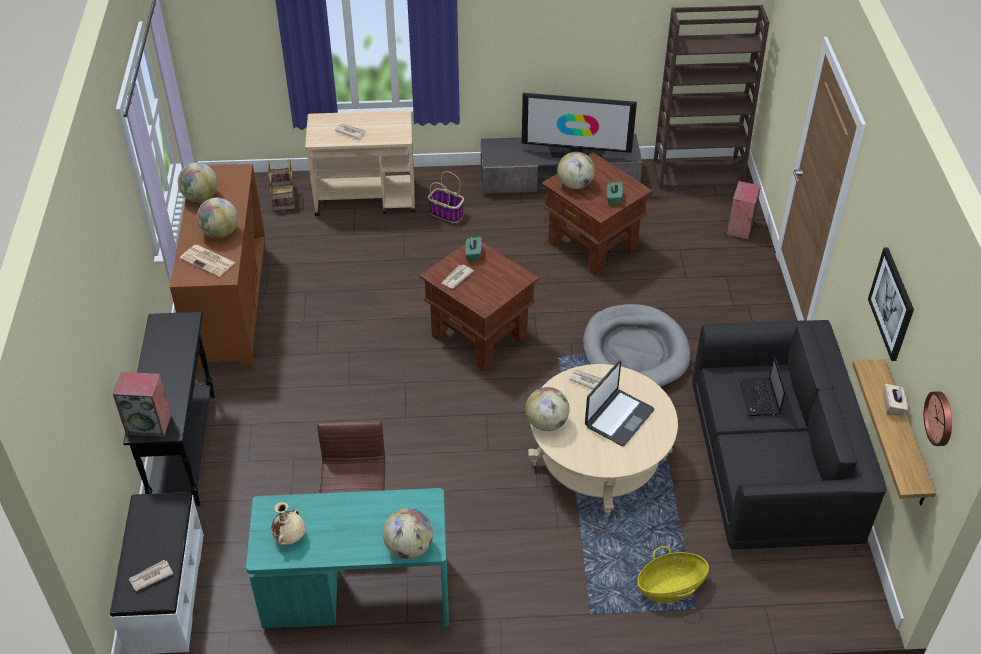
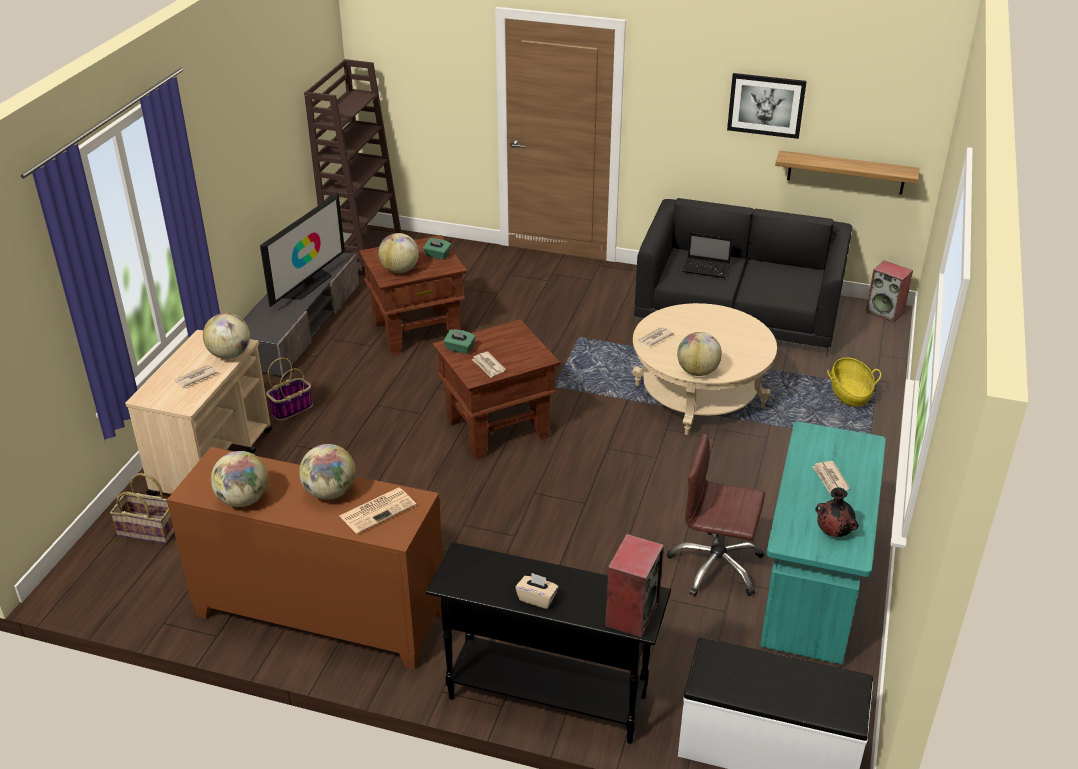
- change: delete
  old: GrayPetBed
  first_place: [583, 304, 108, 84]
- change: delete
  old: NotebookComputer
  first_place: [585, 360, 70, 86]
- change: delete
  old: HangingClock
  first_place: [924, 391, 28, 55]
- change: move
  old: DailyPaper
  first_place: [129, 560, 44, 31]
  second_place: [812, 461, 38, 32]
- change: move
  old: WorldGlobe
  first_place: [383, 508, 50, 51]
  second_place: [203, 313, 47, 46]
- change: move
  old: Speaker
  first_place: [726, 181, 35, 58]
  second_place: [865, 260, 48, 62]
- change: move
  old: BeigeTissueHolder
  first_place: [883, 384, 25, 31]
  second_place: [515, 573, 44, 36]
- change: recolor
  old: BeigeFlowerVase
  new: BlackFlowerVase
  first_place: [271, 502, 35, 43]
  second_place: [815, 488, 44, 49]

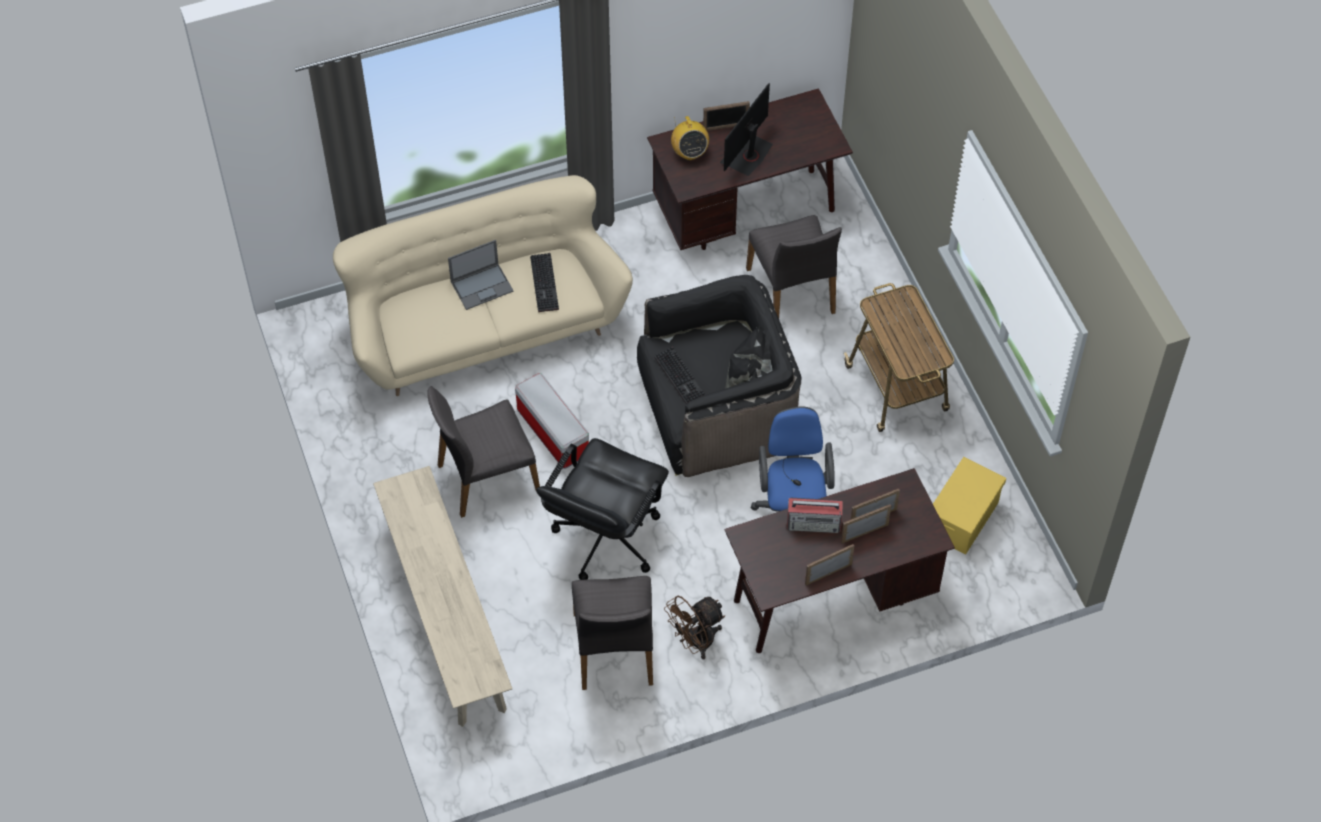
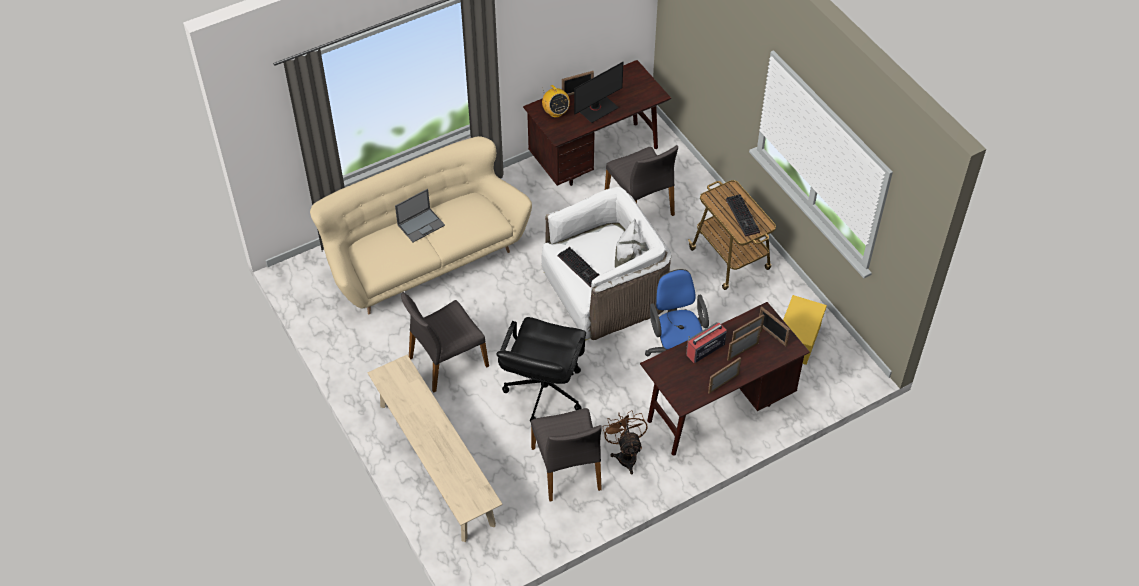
- change: delete
  old: StorageBox
  first_place: [515, 373, 74, 96]
- change: insert
  new: StandingFrame
  second_place: [759, 306, 31, 40]
- change: move
  old: ComputerKeyboard
  first_place: [530, 253, 29, 59]
  second_place: [726, 194, 34, 43]
- change: recolor
  old: BlackEasyChair
  new: WhitishEasyChair
  first_place: [637, 275, 164, 202]
  second_place: [542, 187, 129, 154]
- change: rotate
  old: BrownColouredFan
  first_place: [664, 595, 61, 64]
  second_place: [603, 410, 45, 64]
  degrees: 120
- change: rotate
  old: ComputerScreen
  first_place: [720, 83, 53, 93]
  second_place: [574, 62, 49, 61]
  degrees: -150
- change: rotate
  old: RadioSet
  first_place: [787, 498, 56, 35]
  second_place: [686, 322, 41, 41]
  degrees: 150

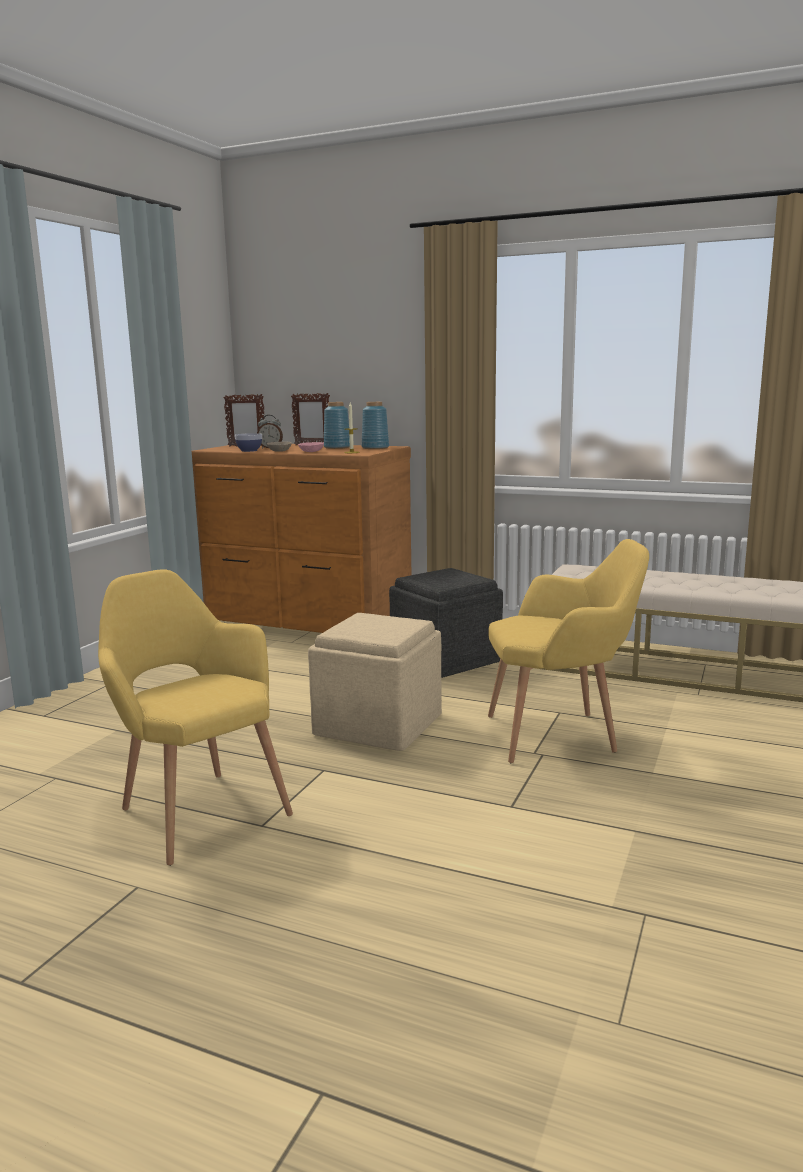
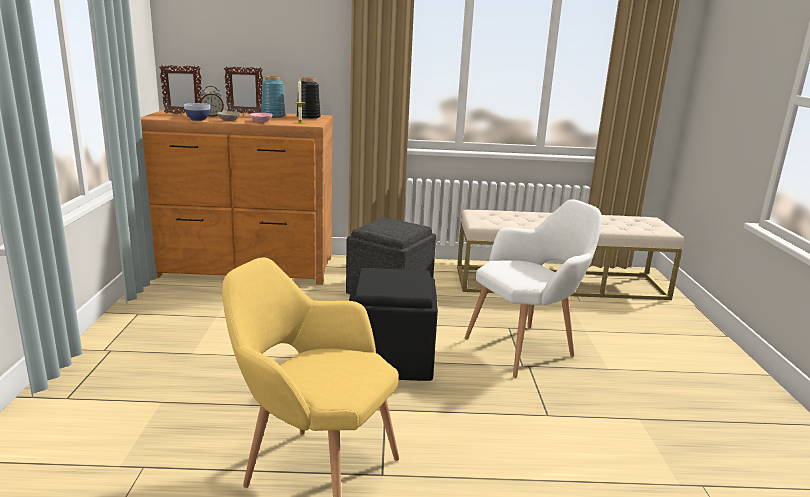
- change: recolor
  old: BeigePouffe
  new: BlackPouffe
  first_place: [308, 613, 134, 138]
  second_place: [349, 268, 89, 113]
- change: recolor
  old: BlueFlowerVase
  new: BlackFlowerVase
  first_place: [362, 402, 27, 47]
  second_place: [297, 77, 24, 42]
- change: recolor
  old: YellowishEasyChair
  new: WhitishEasyChair
  first_place: [488, 539, 161, 224]
  second_place: [465, 199, 137, 179]

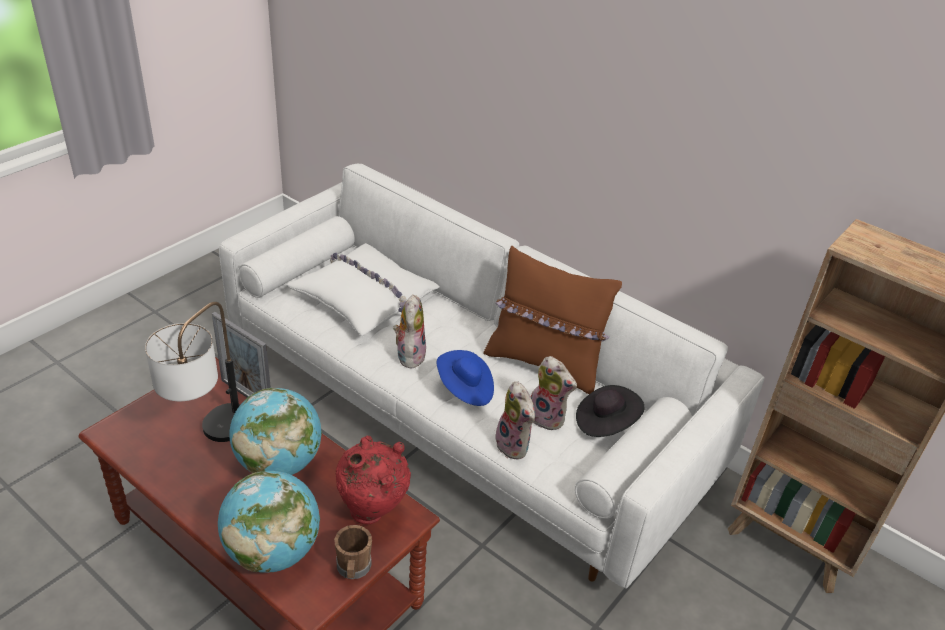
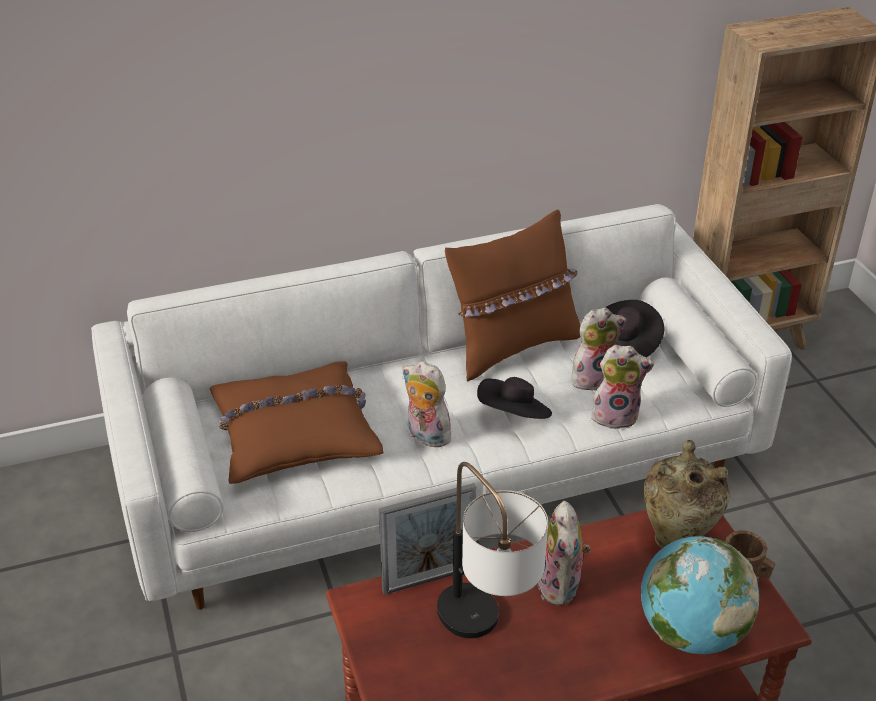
- change: replace
  old: WorldGlobe
  new: SoftToy
  first_place: [229, 388, 93, 87]
  second_place: [537, 501, 54, 105]
- change: recolor
  old: WhitishCushion
  new: BrownColouredCushion
  first_place: [287, 243, 153, 93]
  second_place: [210, 361, 173, 123]
- change: recolor
  old: RedFlowerVase
  new: BeigeFlowerVase
  first_place: [336, 435, 75, 89]
  second_place: [644, 440, 85, 108]
- change: recolor
  old: BlueHat
  new: BlackHat
  first_place: [437, 350, 57, 56]
  second_place: [477, 377, 75, 42]

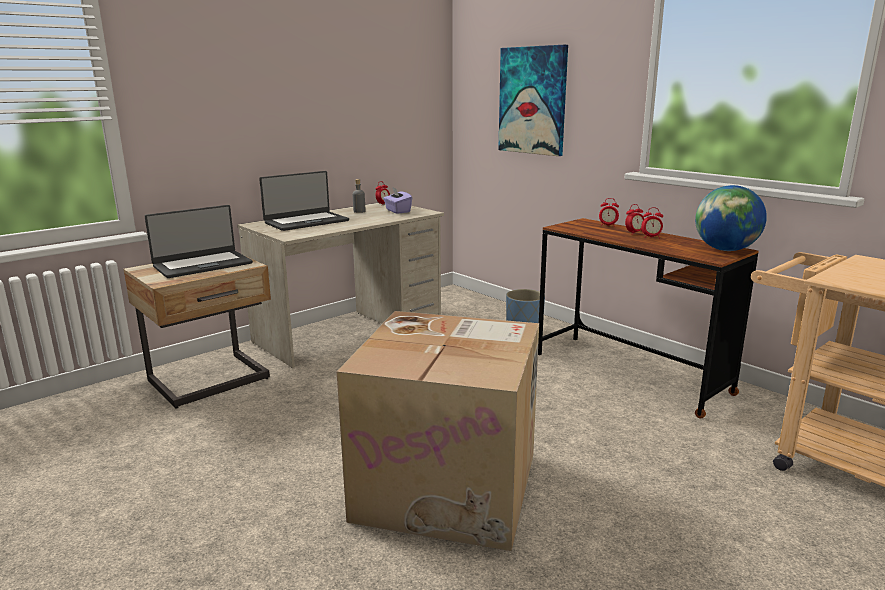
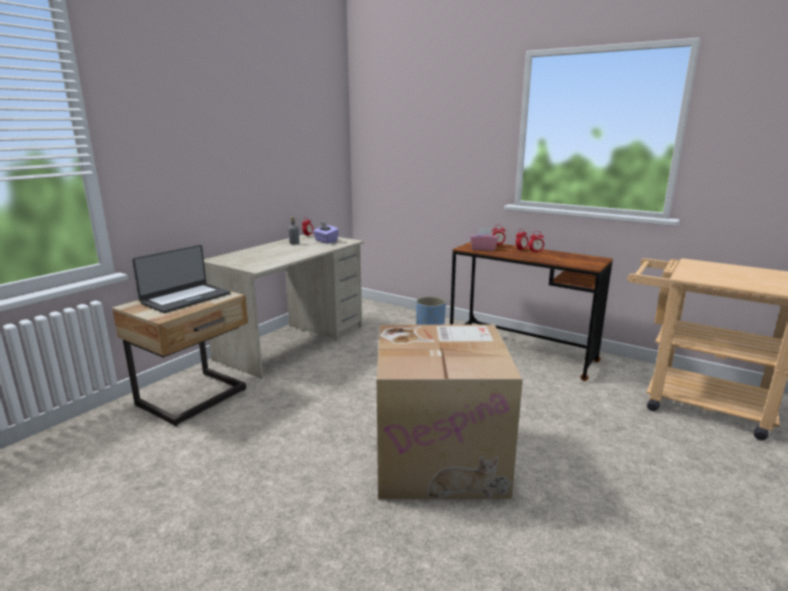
- change: delete
  old: NotebookComputer
  first_place: [259, 171, 90, 60]
- change: delete
  old: Picture
  first_place: [498, 45, 70, 111]
- change: delete
  old: WorldGlobe
  first_place: [695, 185, 72, 66]
- change: insert
  new: PinkTissueHolder
  second_place: [470, 228, 28, 23]

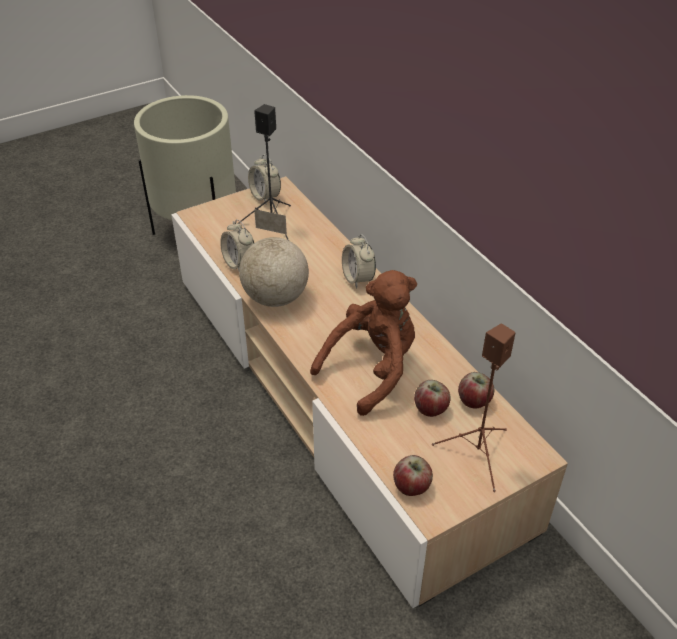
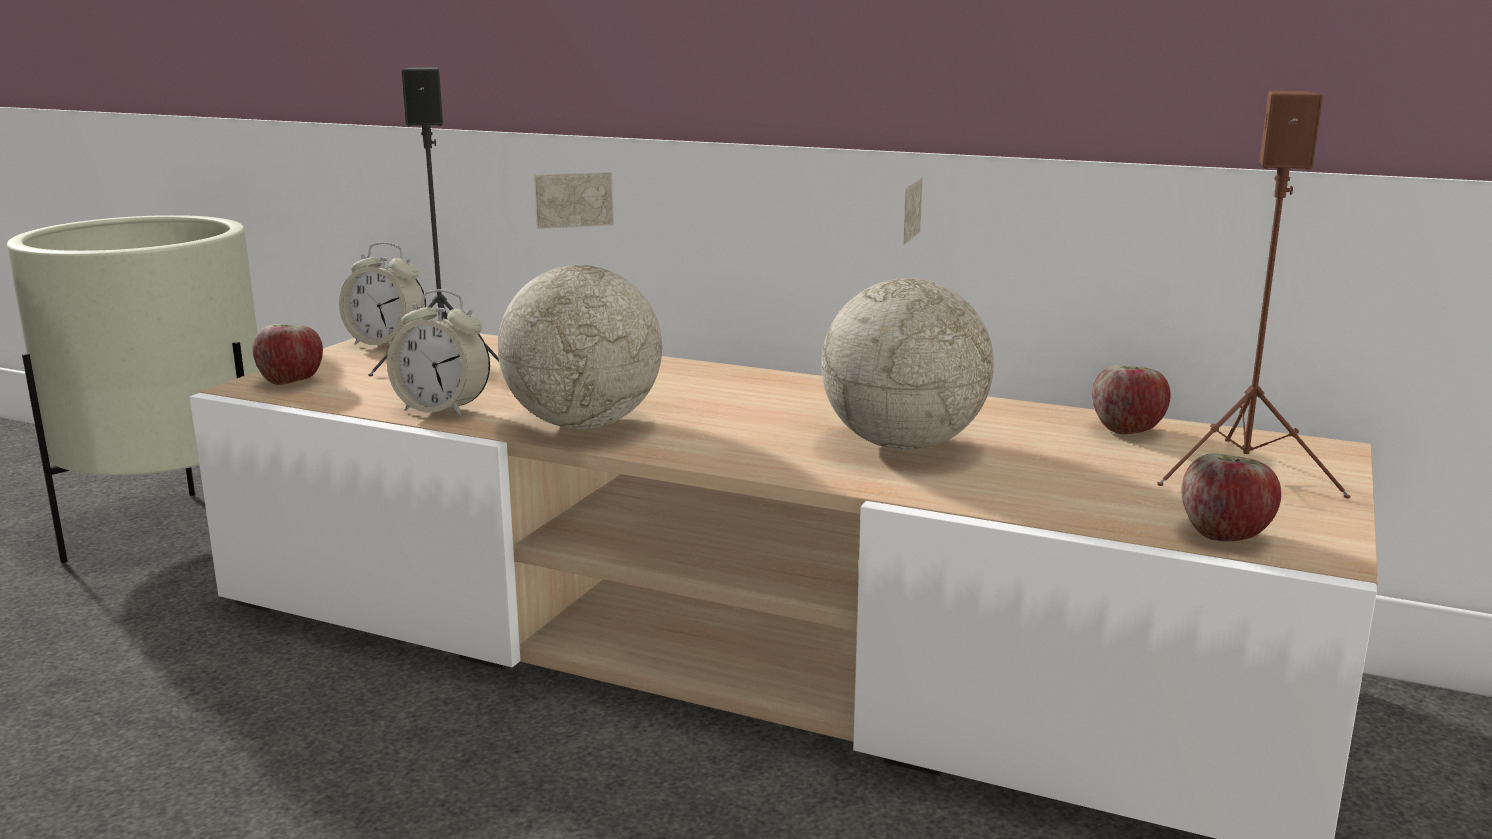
- change: delete
  old: BedsideClock
  first_place: [342, 234, 34, 55]
- change: move
  old: AppleFruit
  first_place: [414, 380, 37, 37]
  second_place: [253, 324, 70, 61]
- change: replace
  old: BrownColouredSoftToy
  new: WorldGlobe
  first_place: [310, 270, 107, 146]
  second_place: [821, 177, 173, 273]

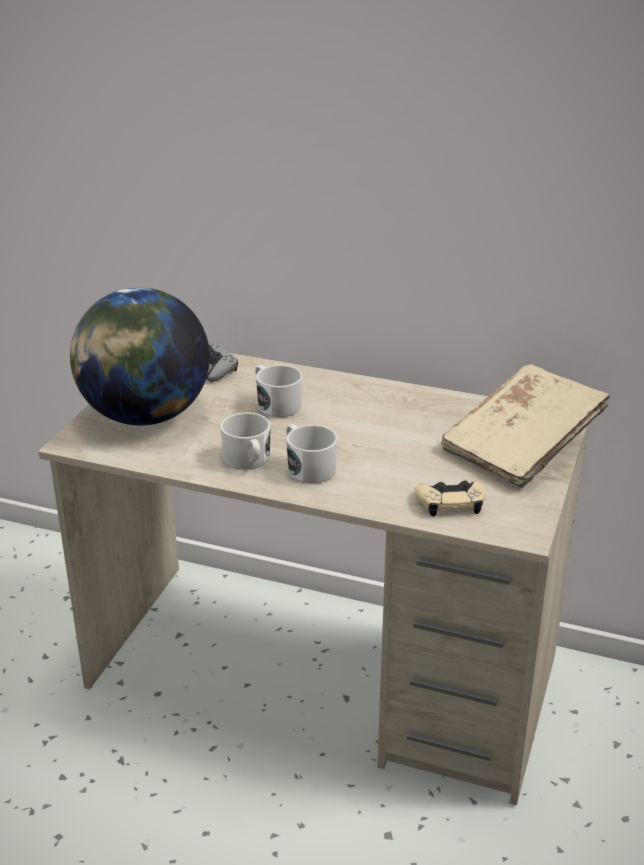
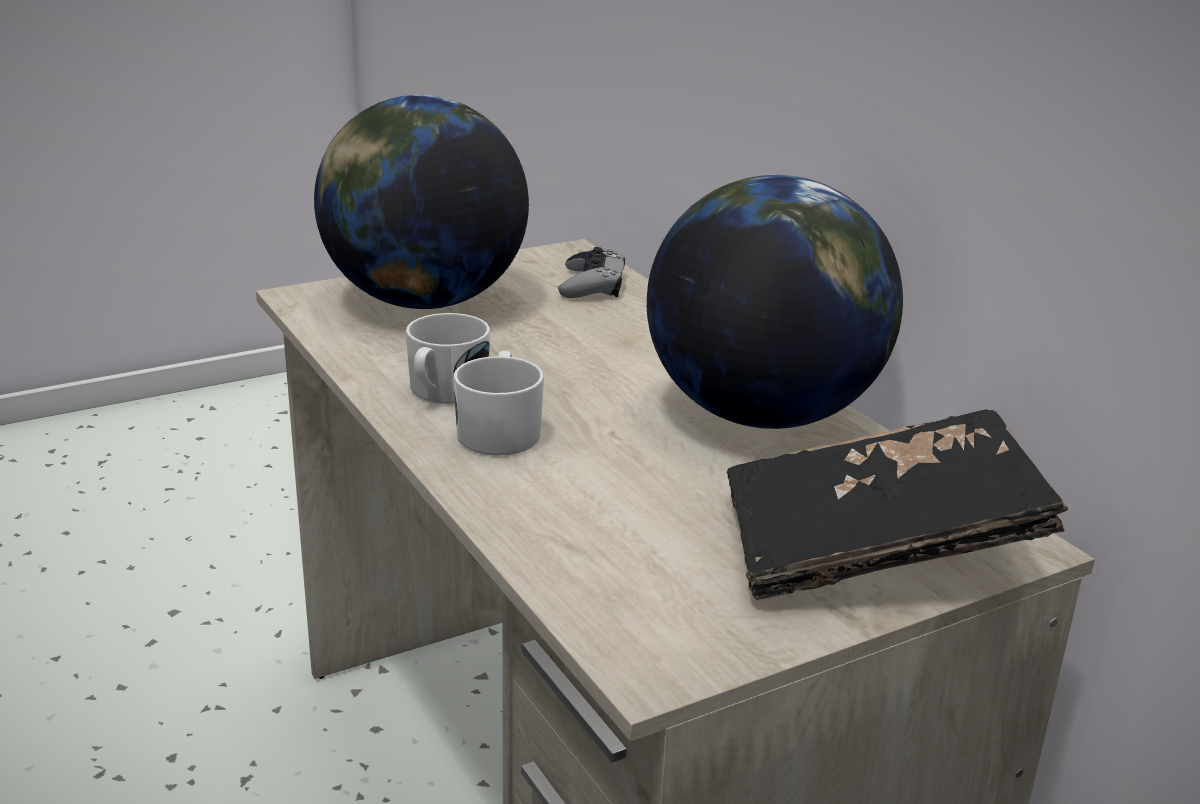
- change: delete
  old: WhitishMug
  first_place: [255, 365, 48, 52]
- change: delete
  old: BeigeJoypad
  first_place: [414, 480, 72, 36]
- change: insert
  new: WorldGlobe
  second_place: [647, 175, 256, 254]
- change: recolor
  old: BeigeBoundBook
  new: BlackBoundBook
  first_place: [441, 364, 169, 124]
  second_place: [727, 409, 341, 191]

